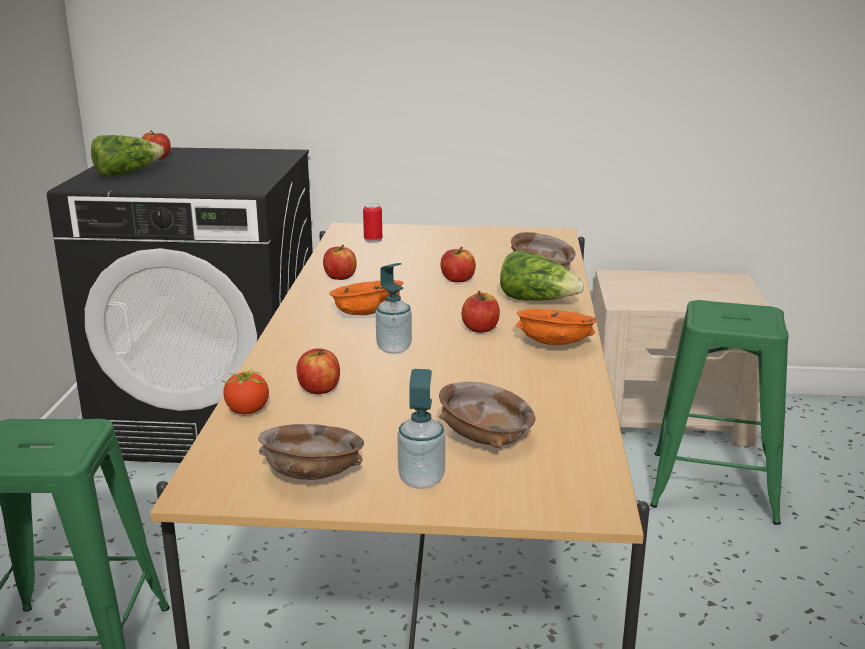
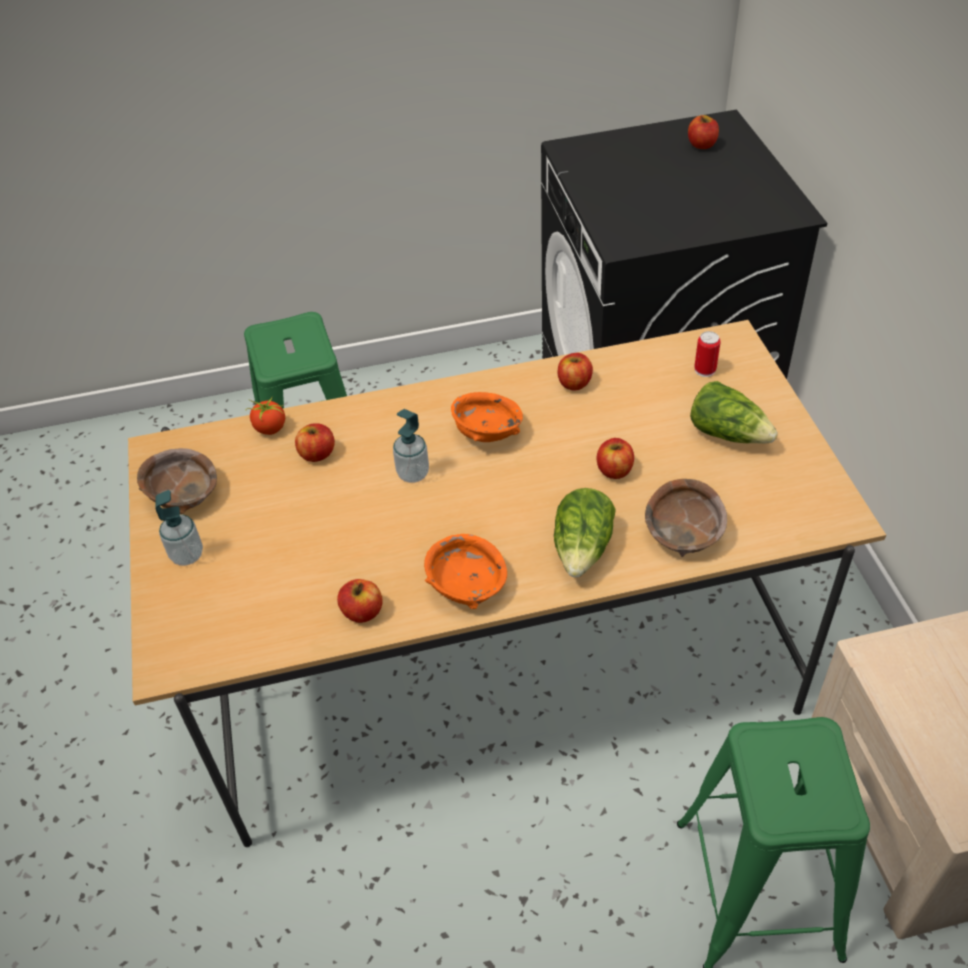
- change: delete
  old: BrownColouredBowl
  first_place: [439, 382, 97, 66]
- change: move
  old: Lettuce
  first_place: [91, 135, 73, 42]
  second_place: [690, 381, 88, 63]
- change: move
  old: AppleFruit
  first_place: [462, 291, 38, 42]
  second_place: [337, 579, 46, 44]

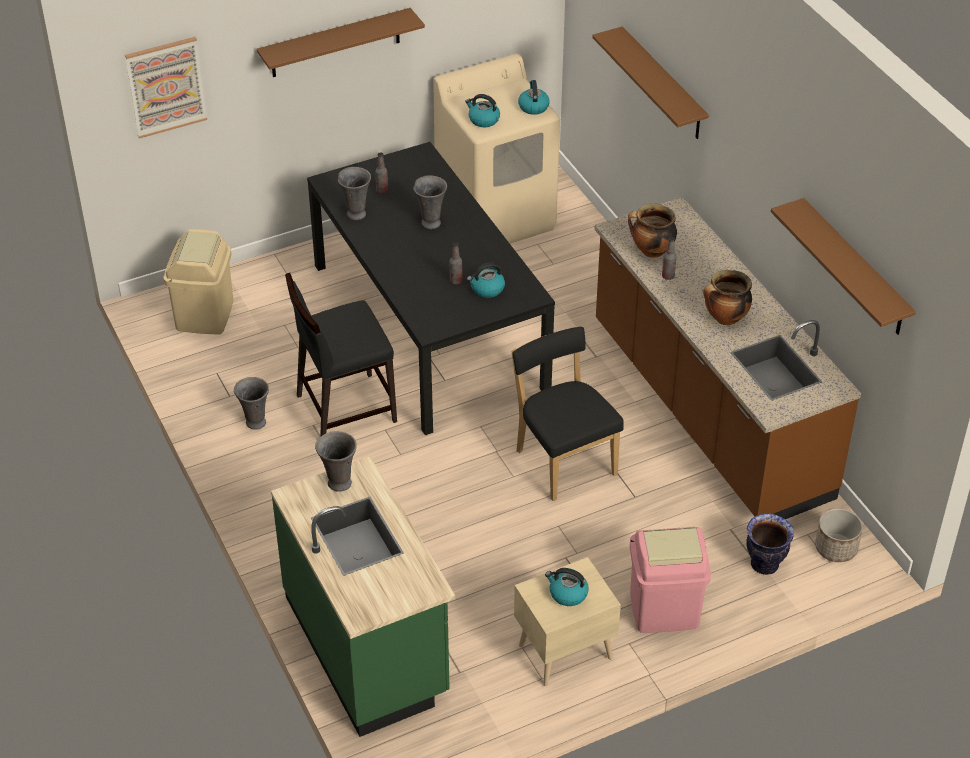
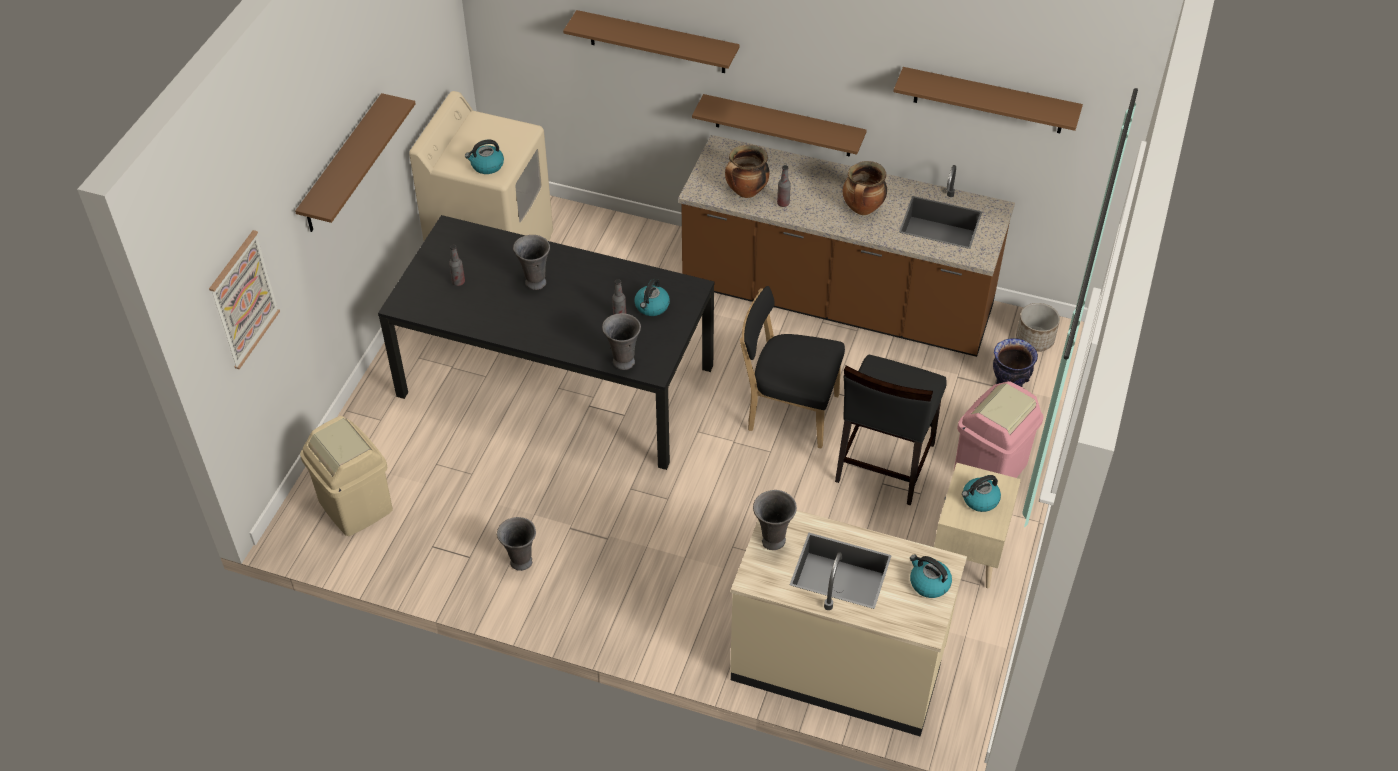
- change: insert
  new: BrownColouredShelf
  second_place: [692, 94, 175, 63]
- change: move
  old: BlackChair
  first_place: [285, 273, 112, 164]
  second_place: [835, 354, 112, 151]
- change: move
  old: GrayFlowerVase
  first_place: [338, 167, 33, 53]
  second_place: [602, 313, 39, 57]
- change: move
  old: WaterKettle
  first_place: [518, 80, 32, 35]
  second_place: [910, 555, 42, 43]
- change: recolor
  old: GreenColouredKitchenBaseUnit
  new: BeigeKitchenBaseUnit
  first_place: [271, 457, 184, 280]
  second_place: [730, 510, 237, 227]

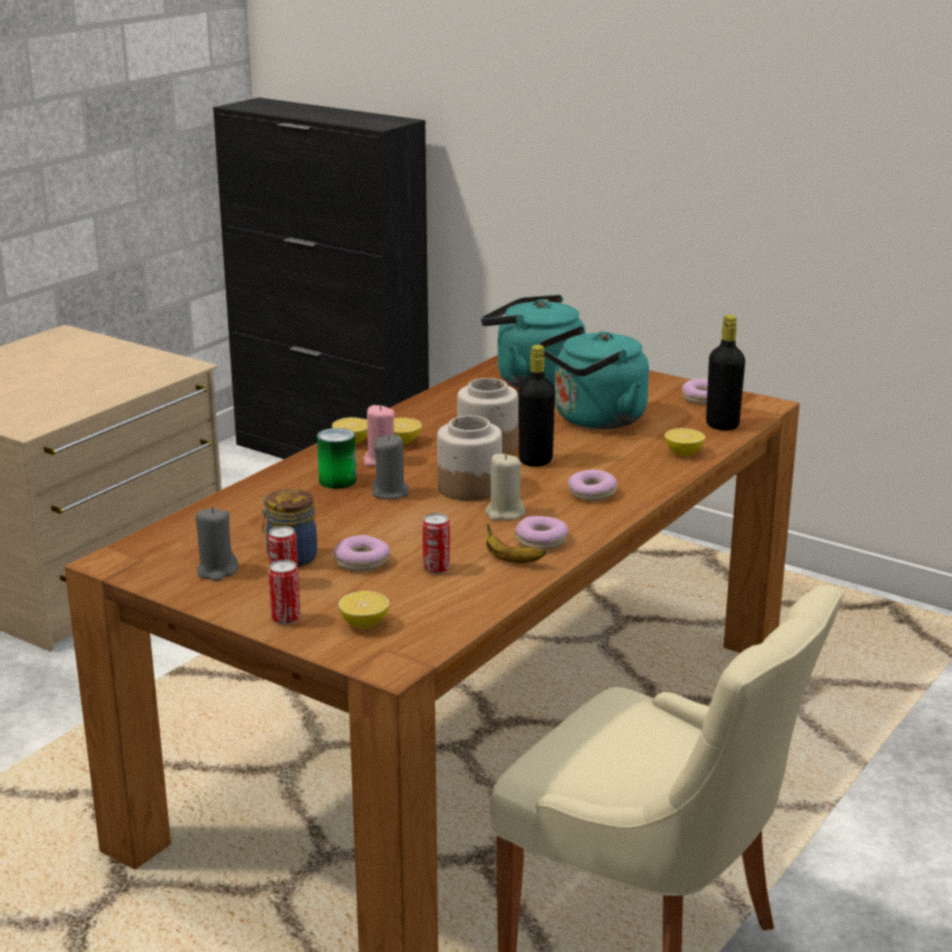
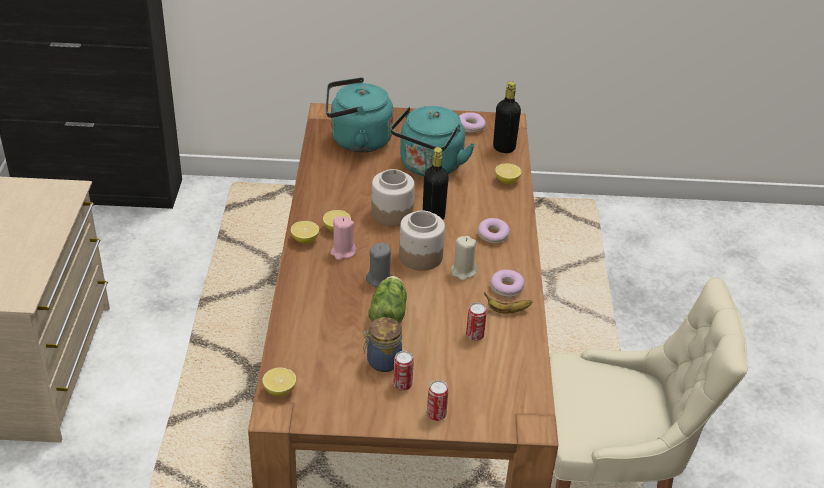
- change: delete
  old: GrayCandle
  first_place: [195, 507, 44, 74]
- change: delete
  old: MetalCan
  first_place: [317, 428, 40, 61]
- change: delete
  old: Doughnut
  first_place: [334, 535, 56, 36]
- change: insert
  new: Lettuce
  second_place: [368, 276, 39, 47]
- change: move
  old: CitrusFruit
  first_place: [338, 591, 51, 38]
  second_place: [262, 368, 34, 28]

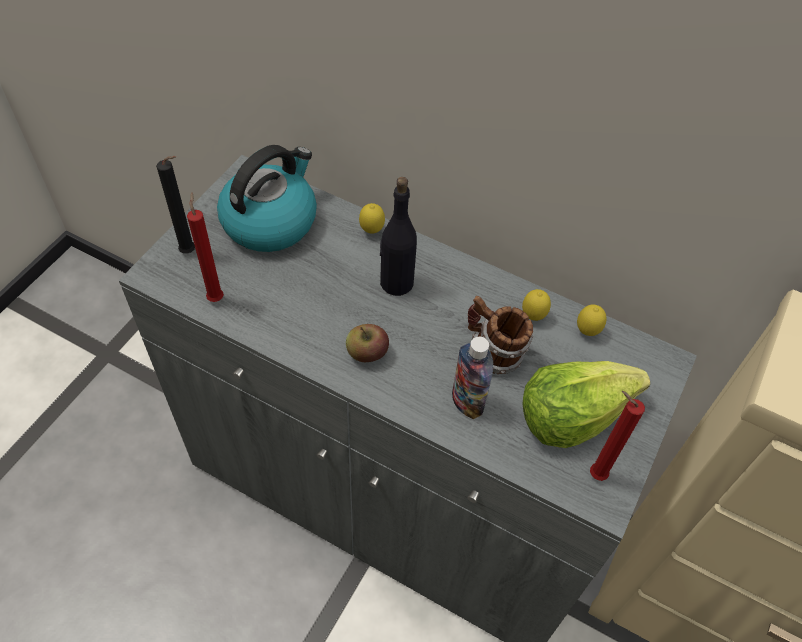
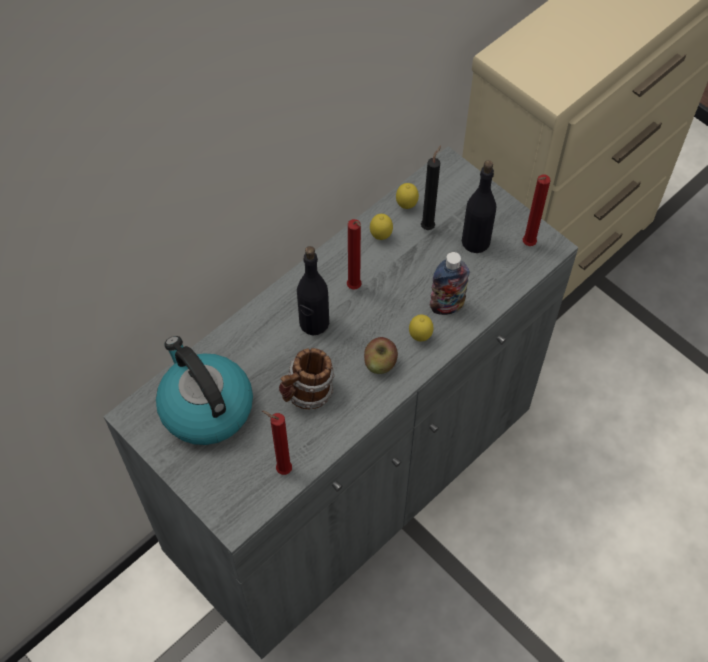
- change: insert
  new: RedCandle
  second_place: [347, 219, 15, 71]
- change: move
  old: BlackCandle
  first_place: [156, 156, 39, 98]
  second_place: [421, 145, 20, 85]
- change: move
  old: CitrusFruit
  first_place: [359, 203, 26, 31]
  second_place: [409, 315, 24, 26]
- change: move
  old: Mug
  first_place: [468, 296, 65, 78]
  second_place: [279, 348, 56, 61]
- change: replace
  old: Lettuce
  new: BlackBeverageBottle
  first_place: [523, 361, 127, 87]
  second_place: [462, 160, 34, 93]

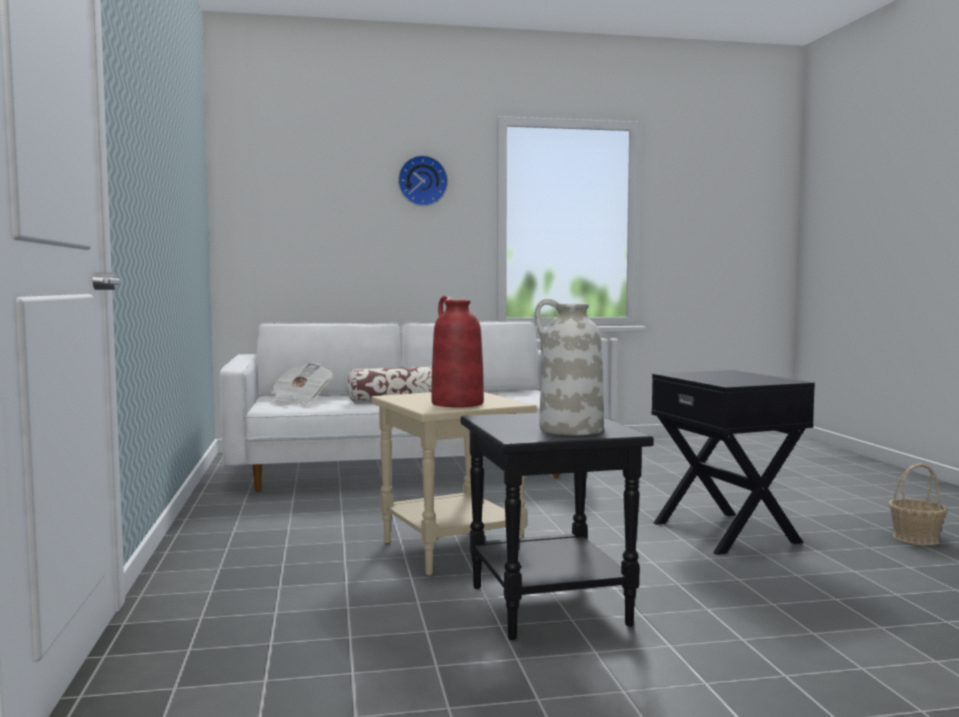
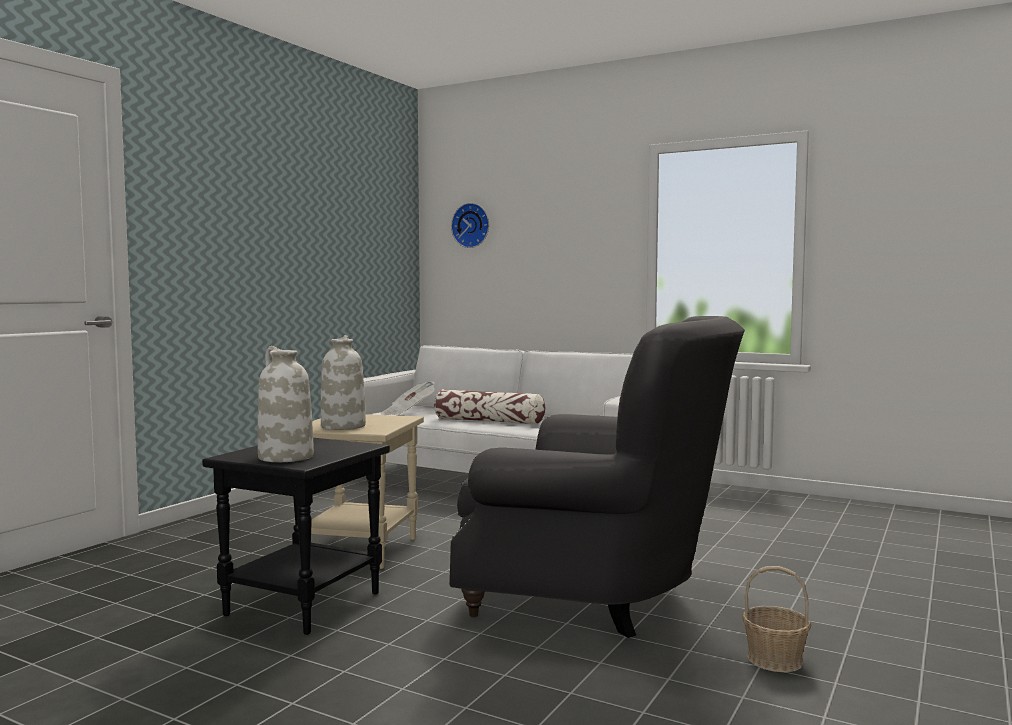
- change: move
  old: HangingClock
  first_place: [398, 155, 50, 51]
  second_place: [451, 203, 38, 45]
- change: replace
  old: BlackAccentTable
  new: GrayEasyChair
  first_place: [652, 370, 163, 185]
  second_place: [449, 316, 296, 322]
- change: recolor
  old: RedFlowerVase
  new: WhitishFlowerVase
  first_place: [431, 296, 53, 111]
  second_place: [321, 335, 45, 95]

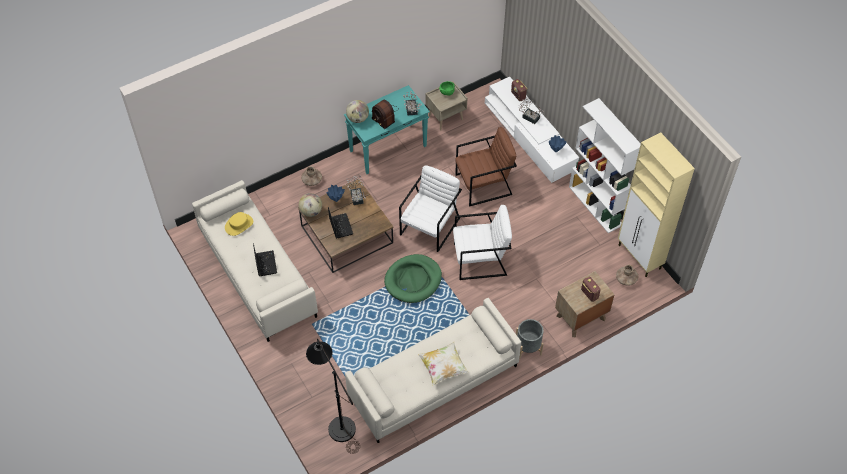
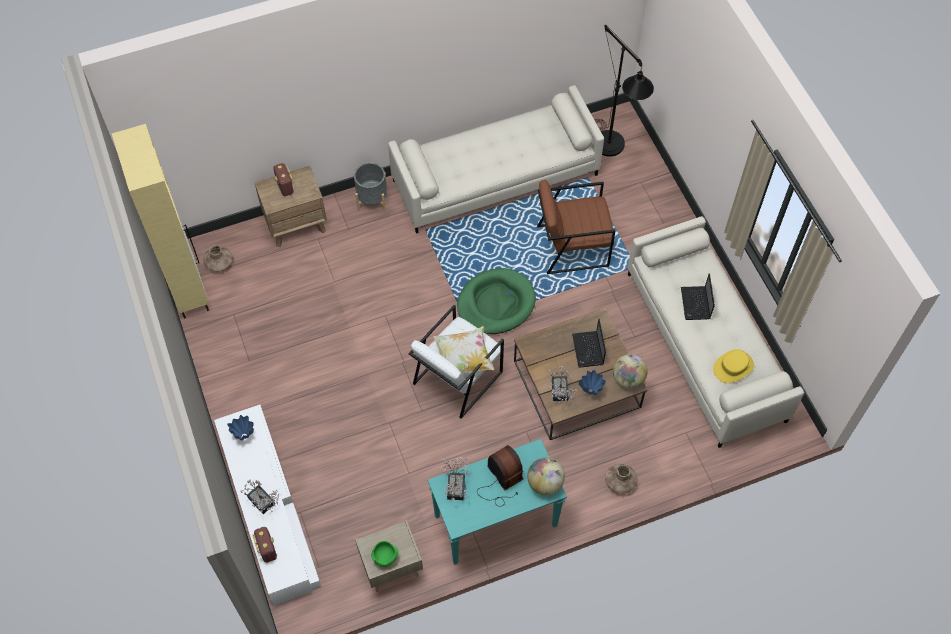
- change: delete
  old: WhitishEasyChair
  first_place: [453, 205, 59, 75]
- change: delete
  old: WhitishShelvingUnit
  first_place: [569, 98, 72, 135]
- change: move
  old: Cushion
  first_place: [418, 342, 50, 44]
  second_place: [433, 326, 62, 47]
- change: move
  old: BrownColouredEasyChair
  first_place: [455, 127, 62, 80]
  second_place: [537, 180, 78, 94]

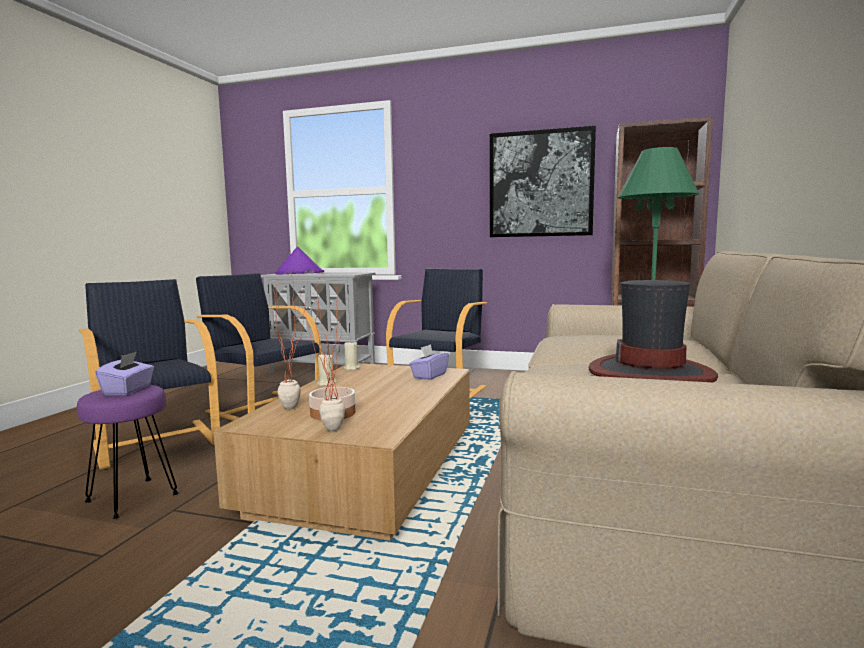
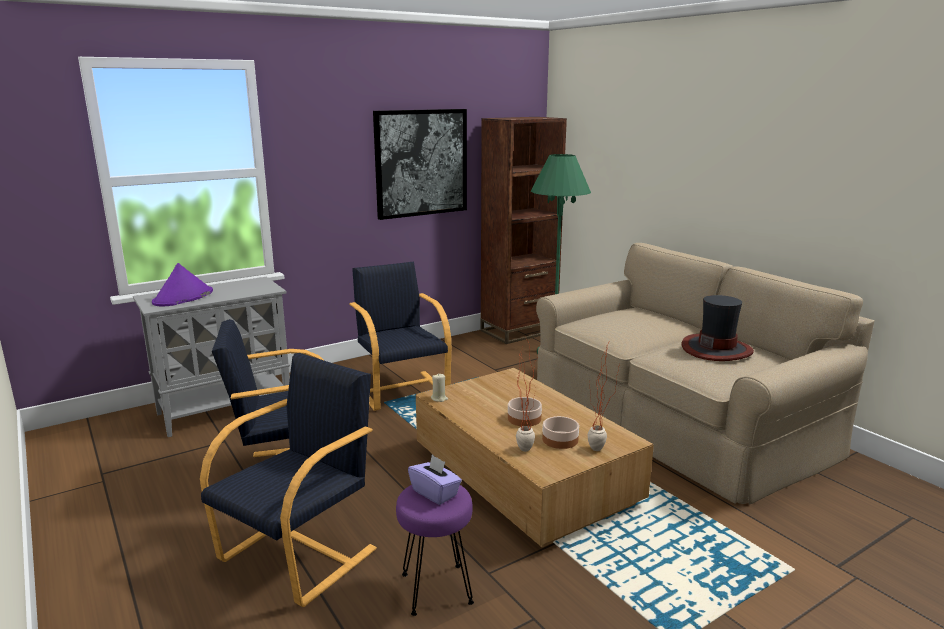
- change: delete
  old: BeigeCandle
  first_place: [318, 352, 18, 34]
- change: delete
  old: PurpleColouredTissueHolder
  first_place: [409, 344, 40, 36]
- change: insert
  new: Bowl
  second_place: [508, 397, 34, 29]
- change: rotate
  old: BlackEasyChair
  first_place: [79, 279, 141, 191]
  second_place: [200, 353, 177, 254]
  degrees: 120

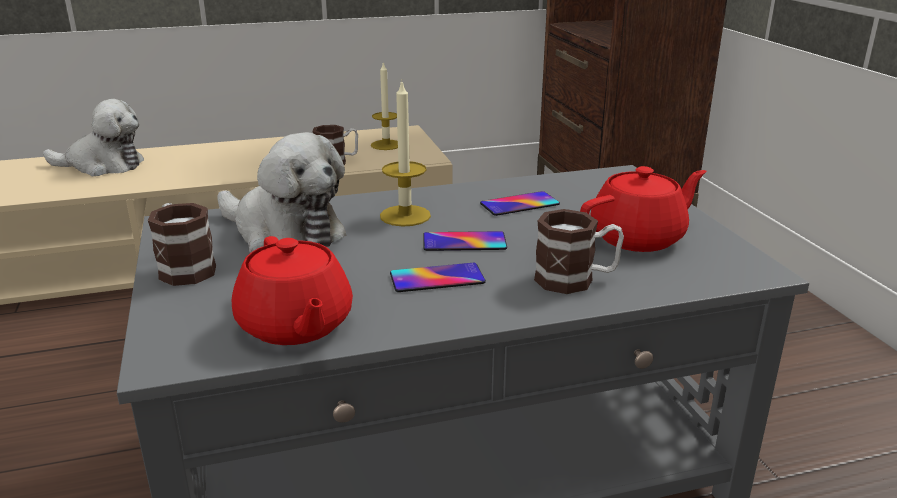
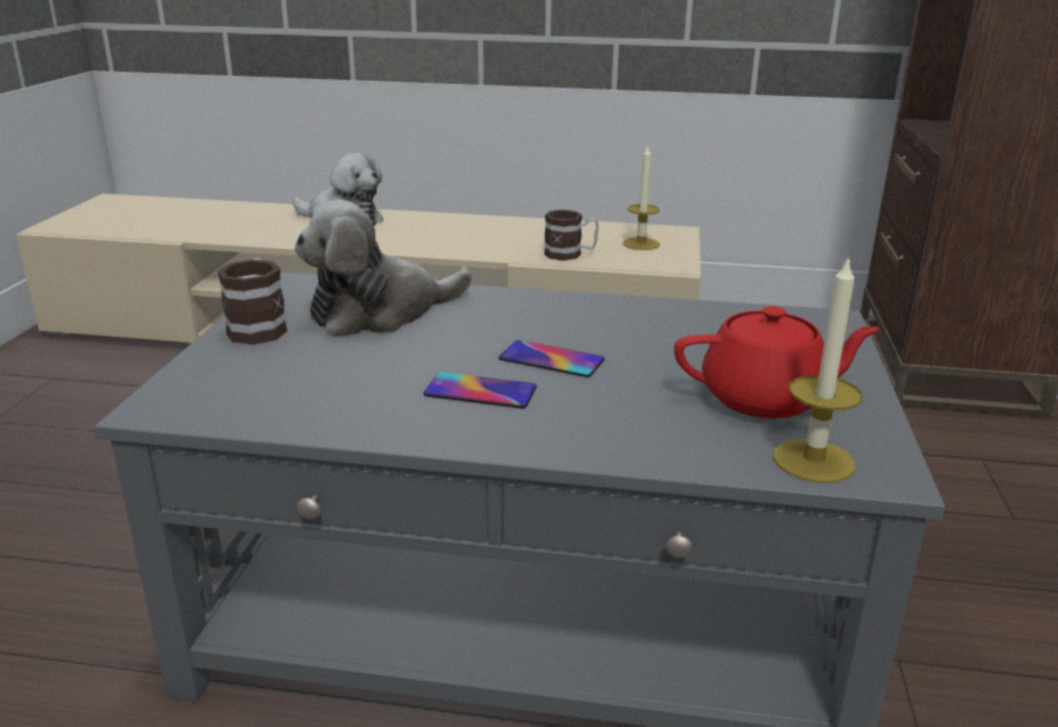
- change: delete
  old: RedPotForTea
  first_place: [232, 236, 121, 109]
- change: delete
  old: Handset
  first_place: [480, 191, 80, 25]
- change: delete
  old: Mug
  first_place: [534, 209, 90, 85]
- change: move
  old: Candle
  first_place: [380, 82, 51, 145]
  second_place: [773, 255, 89, 228]
- change: rotate
  old: SoftToy
  first_place: [217, 132, 129, 121]
  second_place: [294, 200, 178, 137]
  degrees: 90

